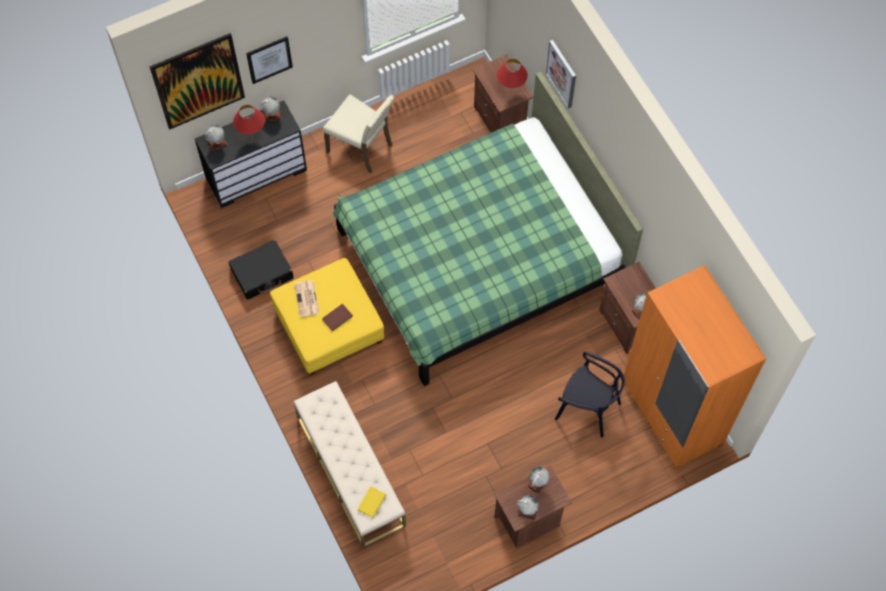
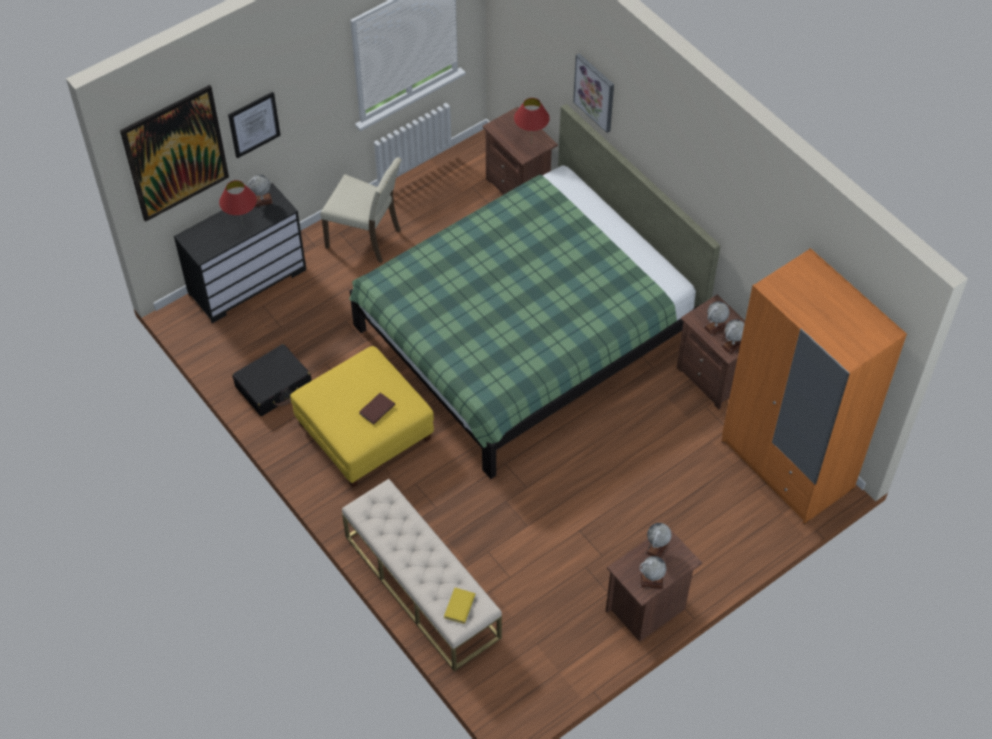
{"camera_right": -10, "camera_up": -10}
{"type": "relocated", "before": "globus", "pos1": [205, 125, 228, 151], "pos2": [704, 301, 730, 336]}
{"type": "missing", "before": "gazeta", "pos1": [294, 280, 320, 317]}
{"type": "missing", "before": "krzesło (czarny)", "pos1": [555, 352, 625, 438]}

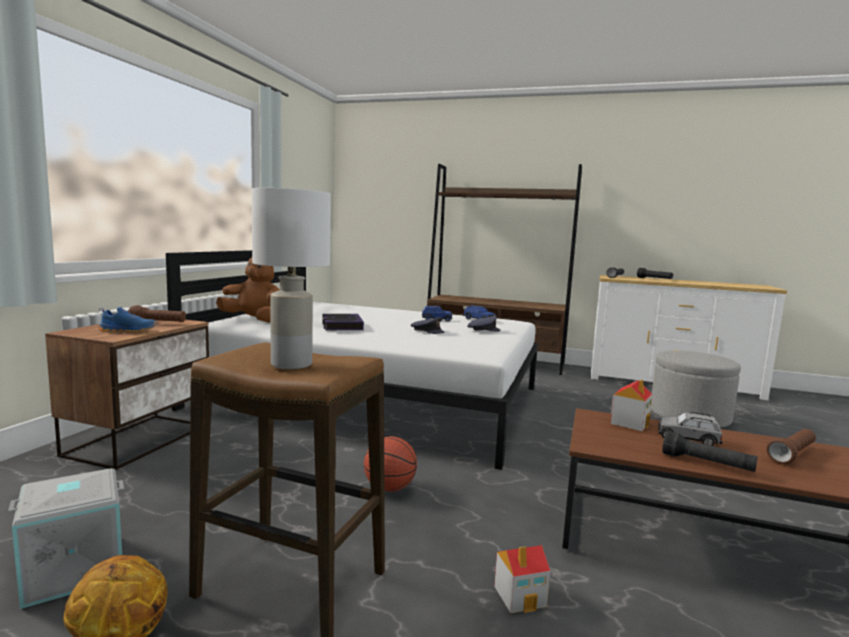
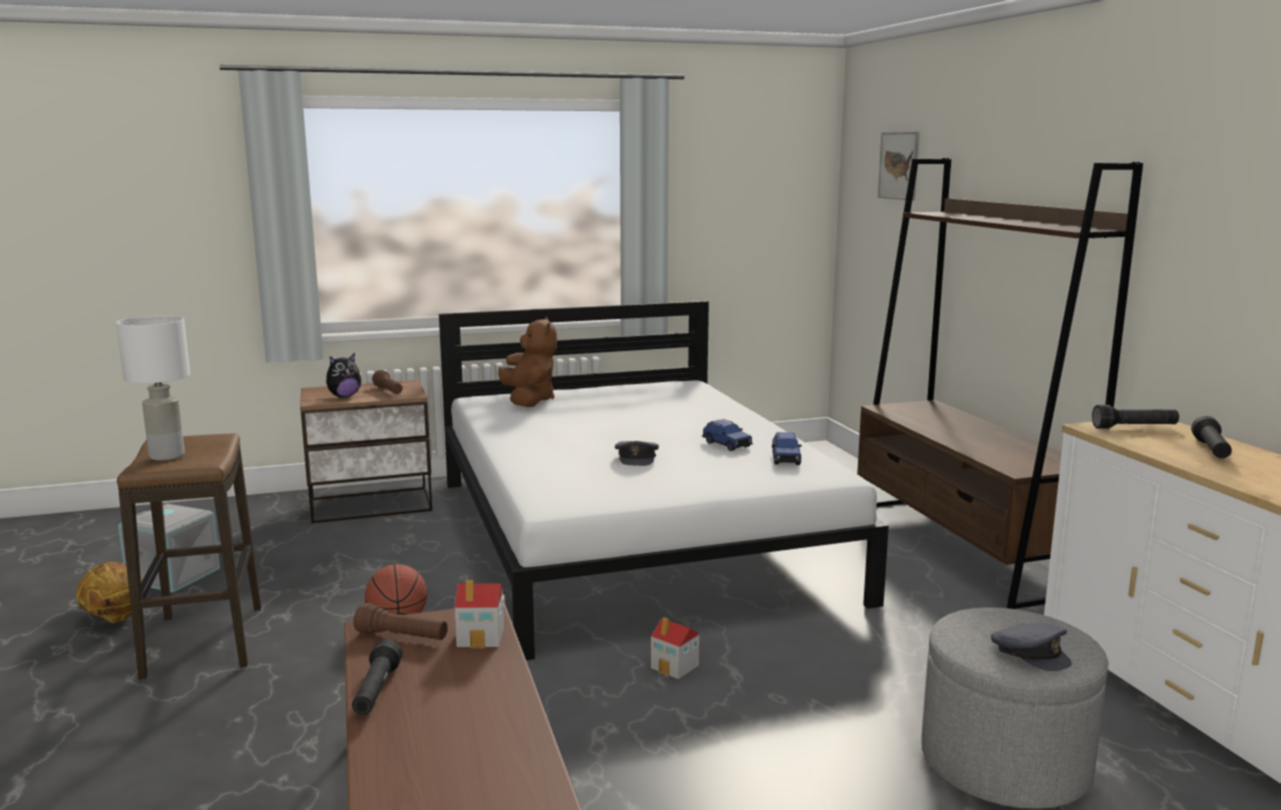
{"camera_right": 55, "camera_up": 5}
{"type": "exchanged", "before": "but (niebieski)", "after": "pluszak", "pos1": [99, 307, 157, 333], "pos2": [326, 353, 361, 398]}
{"type": "relocated", "before": "latarka (brązowy)", "pos1": [766, 429, 816, 464], "pos2": [353, 603, 448, 640]}
{"type": "relocated", "before": "domek", "pos1": [494, 545, 550, 613], "pos2": [651, 617, 700, 679]}
{"type": "appeared", "after": "obraz", "pos2": [878, 132, 920, 201]}
{"type": "relocated", "before": "czapka z daszkiem (szary)", "pos1": [467, 315, 500, 332], "pos2": [991, 623, 1071, 671]}
{"type": "missing", "before": "książka", "pos1": [322, 314, 364, 330]}
{"type": "missing", "before": "samochodzik (szary)", "pos1": [659, 412, 722, 446]}

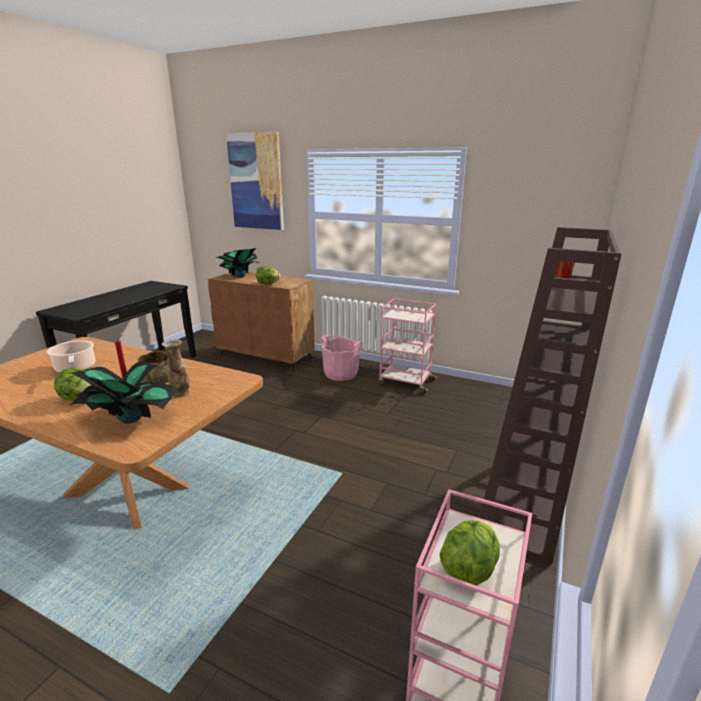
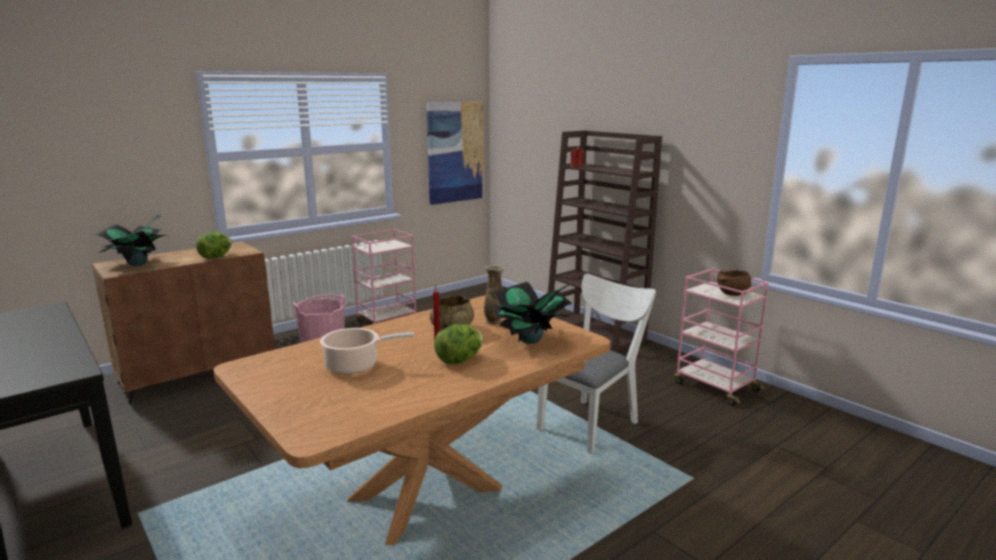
{"camera_right": -65, "camera_up": -5}
{"type": "relocated", "before": "obraz", "pos1": [226, 132, 284, 230], "pos2": [426, 101, 484, 205]}
{"type": "appeared", "after": "krzesło (biały)", "pos2": [536, 274, 656, 454]}
{"type": "exchanged", "before": "sałata", "after": "miska (brązowy)", "pos1": [440, 520, 500, 585], "pos2": [717, 270, 751, 296]}

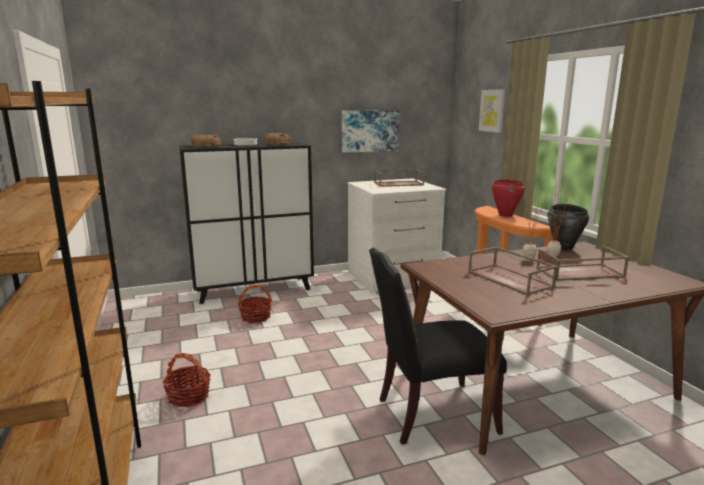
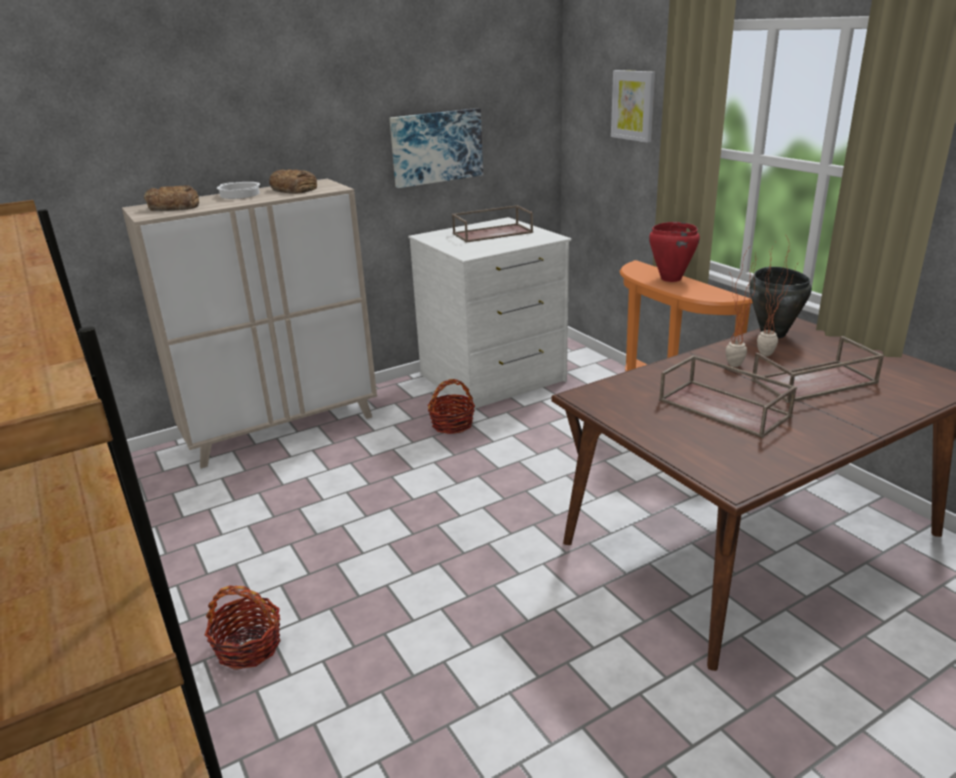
{"camera_right": -10, "camera_up": 10}
{"type": "colour", "before": "szafka (czarny)", "after": "szafka (beżowy)", "pos1": [179, 142, 314, 304], "pos2": [122, 179, 377, 468]}
{"type": "relocated", "before": "koszyk", "pos1": [237, 284, 273, 323], "pos2": [428, 379, 475, 434]}
{"type": "missing", "before": "krzesło (czarny)", "pos1": [369, 248, 507, 445]}

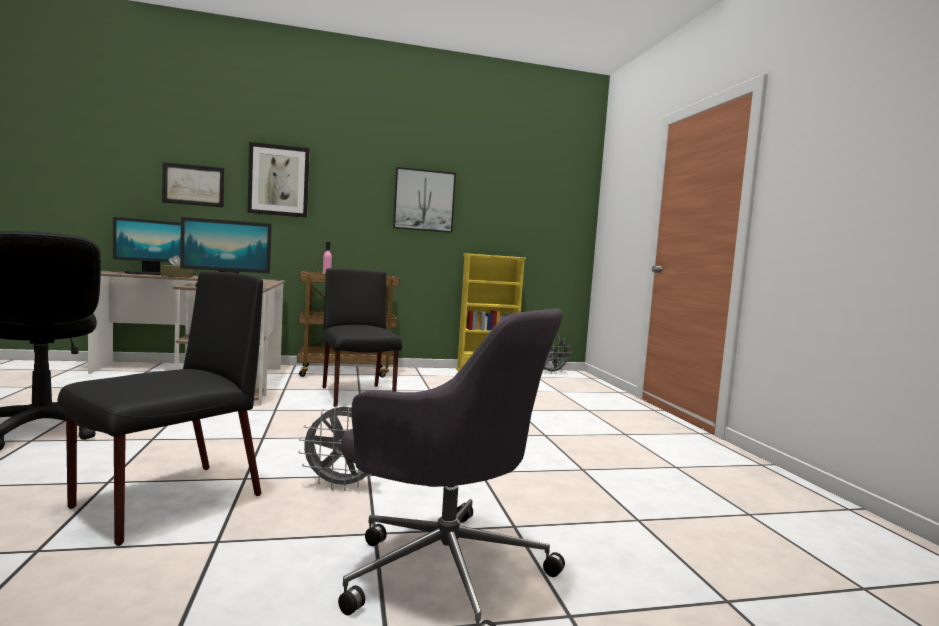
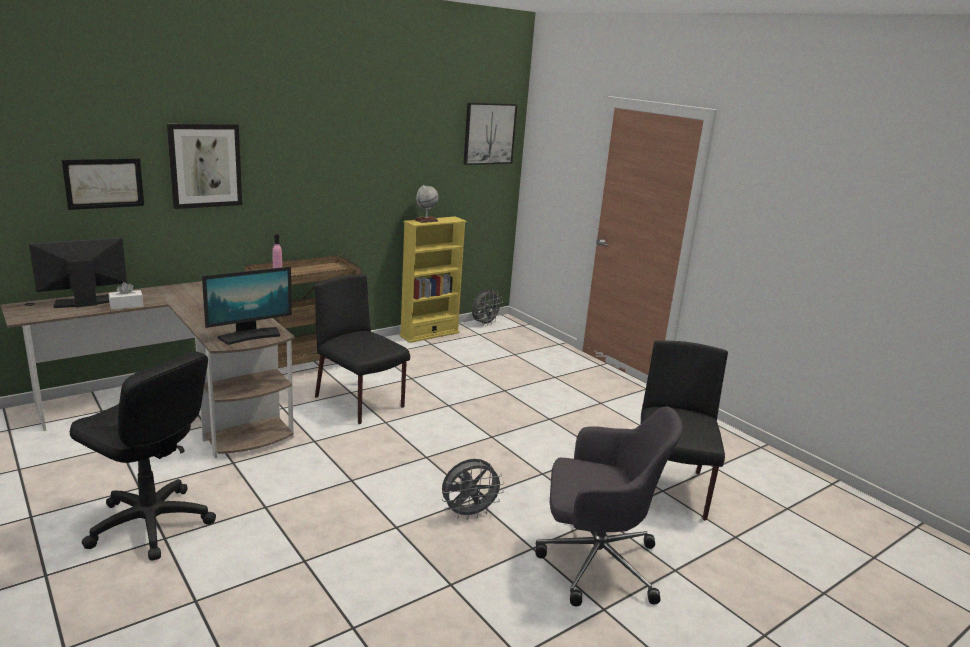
{"camera_right": -25, "camera_up": 15}
{"type": "spun", "before": "monitor", "pos1": [113, 217, 181, 275], "pos2": [29, 237, 127, 308], "turn": -150}
{"type": "colour", "before": "pudełko chusteczek (brązowy)", "after": "pudełko chusteczek (biały)", "pos1": [161, 255, 193, 278], "pos2": [109, 282, 143, 310]}
{"type": "appeared", "after": "globus", "pos2": [415, 185, 439, 223]}
{"type": "relocated", "before": "obraz", "pos1": [393, 167, 456, 233], "pos2": [464, 103, 517, 165]}
{"type": "relocated", "before": "krzesło (czarny)", "pos1": [57, 271, 263, 546], "pos2": [641, 340, 728, 520]}

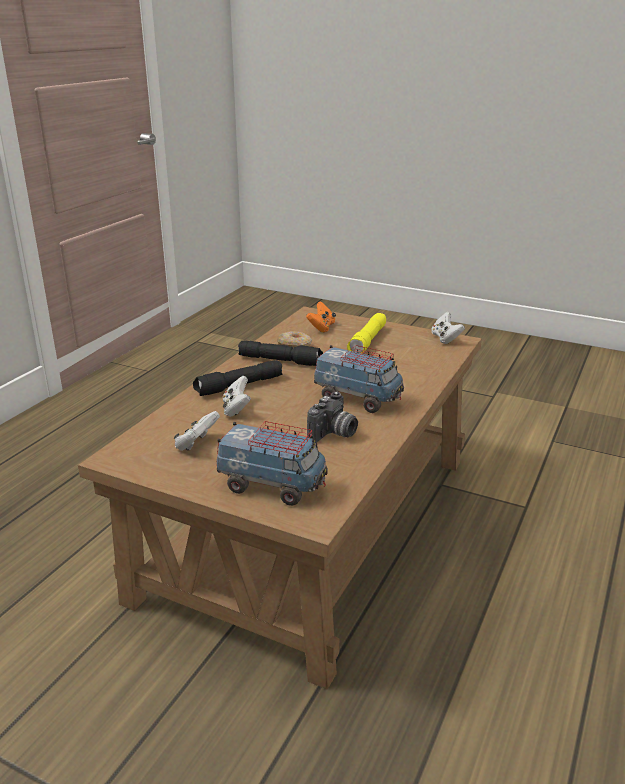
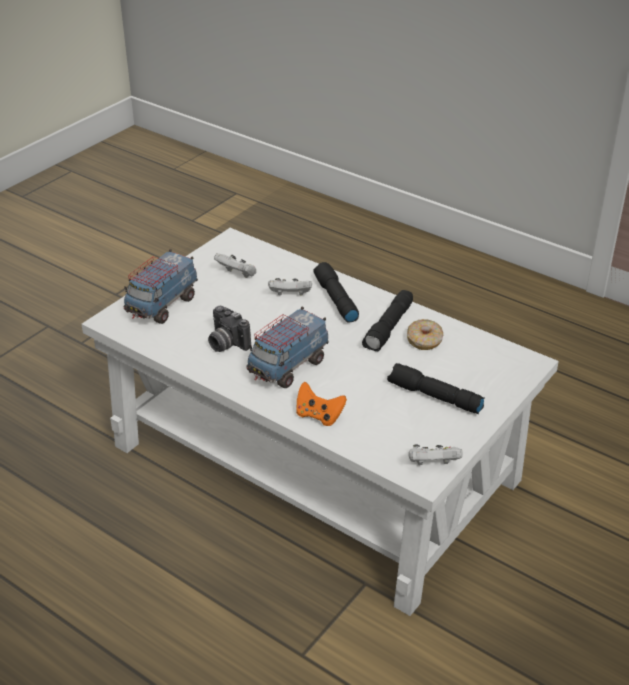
{"camera_right": 100, "camera_up": 10}
{"type": "colour", "before": "ława (brązowy)", "after": "ława (biały)", "pos1": [78, 306, 482, 690], "pos2": [81, 228, 559, 616]}
{"type": "relocated", "before": "pad do gier (pomarańczowy)", "pos1": [306, 301, 336, 332], "pos2": [296, 382, 347, 426]}
{"type": "colour", "before": "latarka (żółty)", "after": "latarka (czarny)", "pos1": [347, 313, 386, 353], "pos2": [387, 363, 485, 414]}

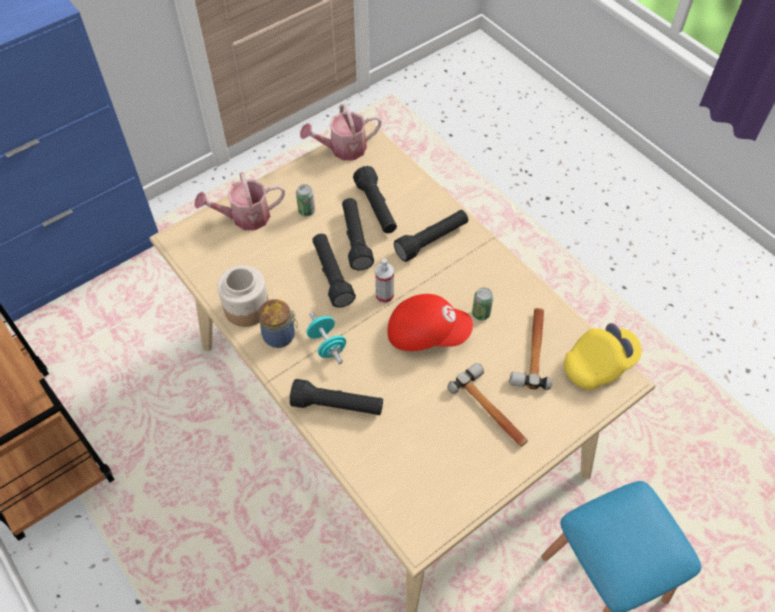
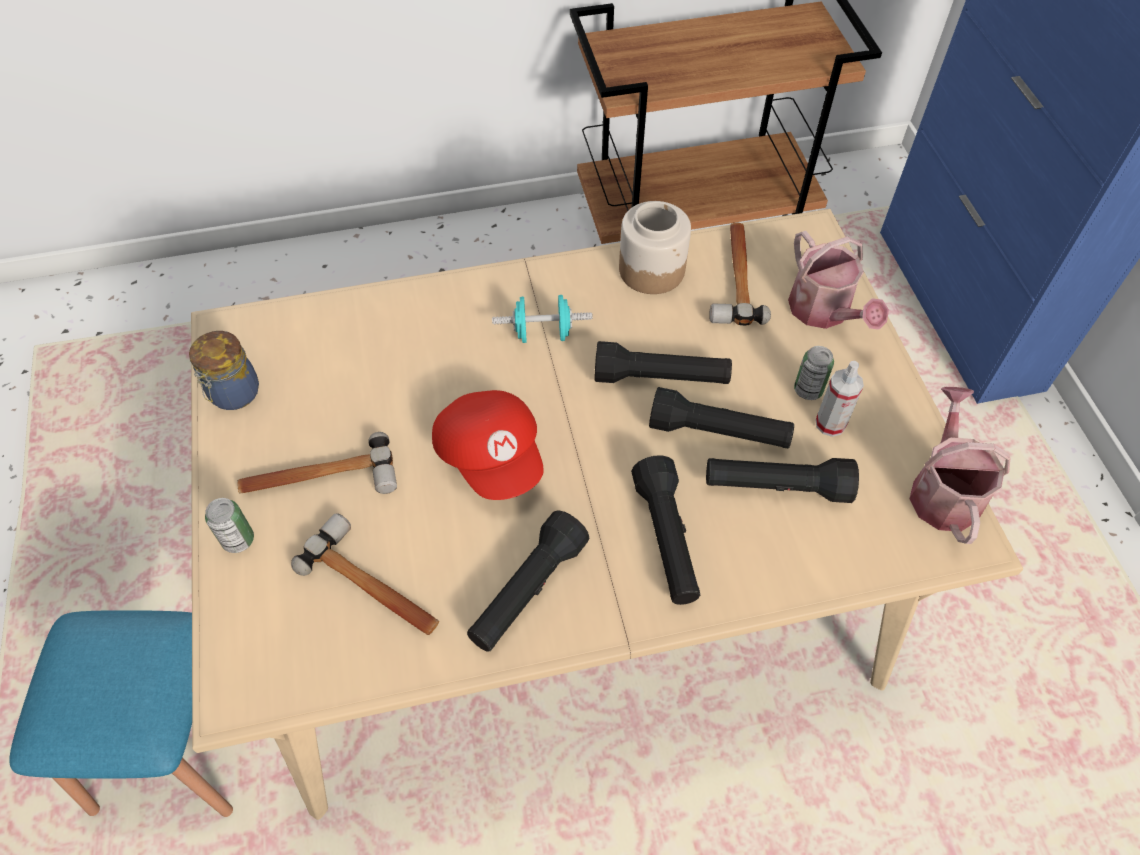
{"camera_right": 115, "camera_up": 0}
{"type": "relocated", "before": "słoik", "pos1": [259, 299, 298, 348], "pos2": [189, 331, 259, 410]}
{"type": "relocated", "before": "puszka", "pos1": [472, 288, 493, 320], "pos2": [205, 498, 254, 553]}
{"type": "spun", "before": "czapka z daszkiem (czerwony)", "pos1": [388, 294, 473, 351], "pos2": [432, 390, 544, 500], "turn": -60}
{"type": "relocated", "before": "latarka (czarny)", "pos1": [290, 379, 383, 415], "pos2": [467, 510, 590, 651]}
{"type": "appeared", "after": "młotek", "pos2": [709, 223, 771, 326]}
{"type": "spun", "before": "konewka", "pos1": [194, 172, 285, 230], "pos2": [788, 231, 889, 330], "turn": 150}
{"type": "relocated", "before": "spryskiwacz", "pos1": [375, 259, 394, 304], "pos2": [816, 361, 864, 437]}
{"type": "missing", "before": "czapka z daszkiem (żółty)", "pos1": [564, 323, 642, 390]}

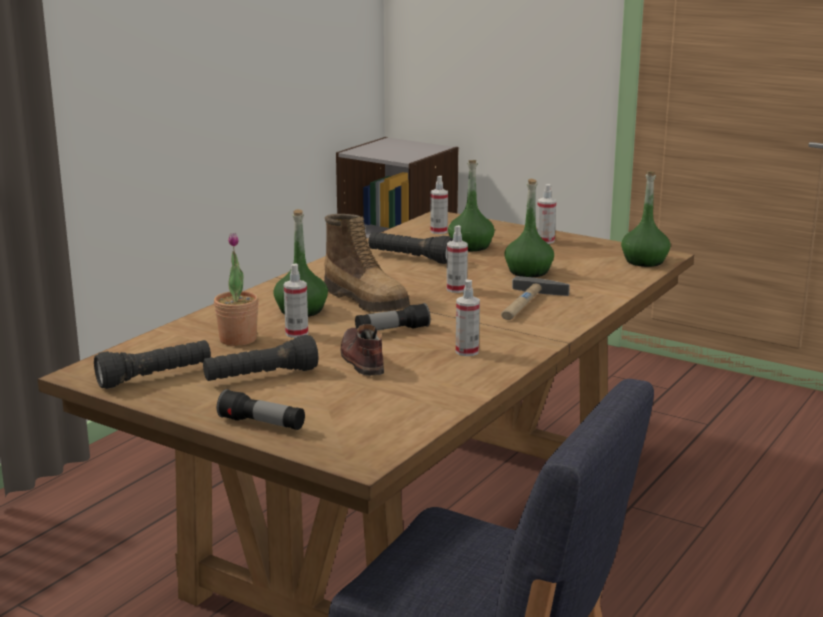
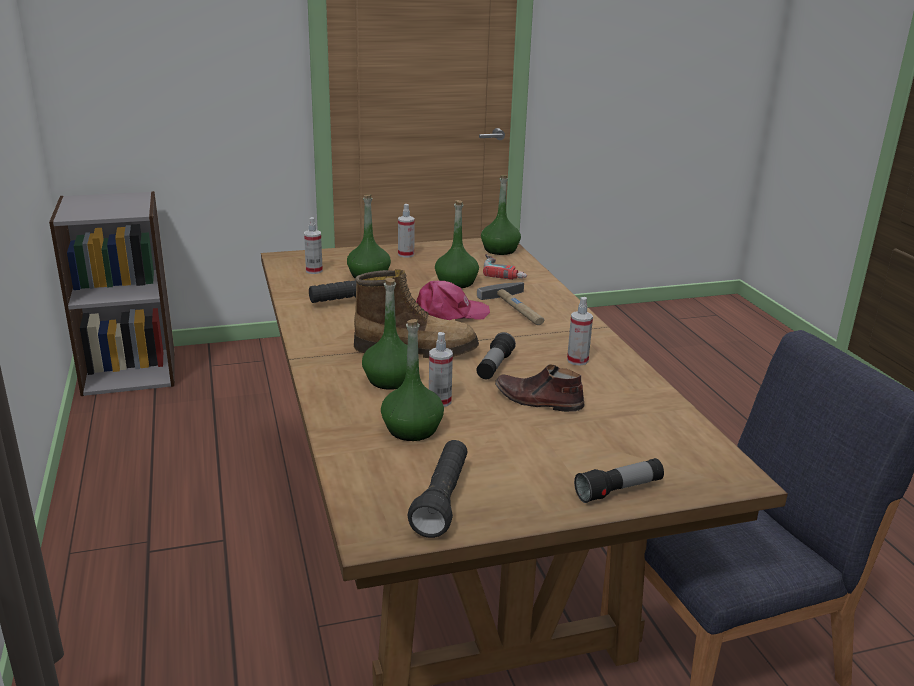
{"camera_right": -50, "camera_up": 5}
{"type": "exchanged", "before": "roślina doniczkowa", "after": "butelka (zielony)", "pos1": [214, 233, 259, 346], "pos2": [381, 319, 444, 441]}
{"type": "exchanged", "before": "spryskiwacz", "after": "czapka z daszkiem (różowy)", "pos1": [447, 225, 468, 293], "pos2": [416, 281, 490, 320]}
{"type": "appeared", "after": "wiertarka", "pos2": [483, 254, 527, 280]}
{"type": "missing", "before": "latarka (czarny)", "pos1": [203, 335, 318, 381]}

